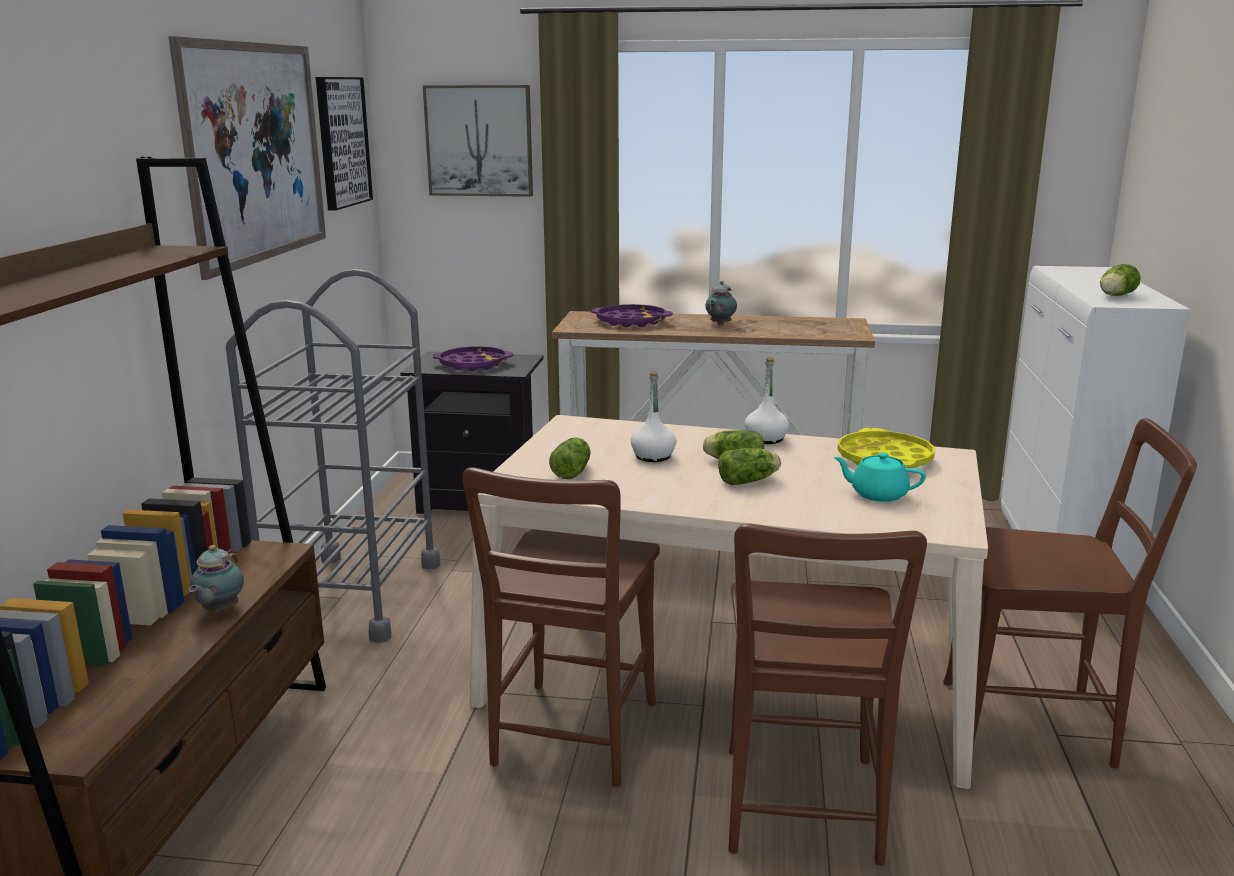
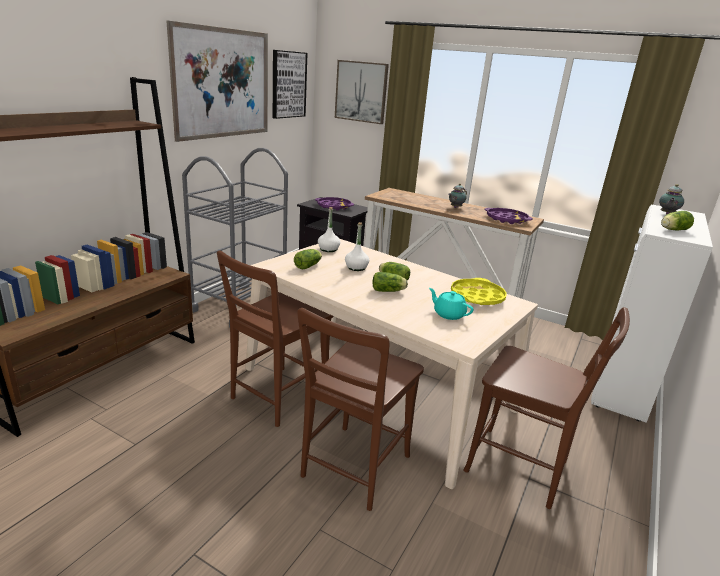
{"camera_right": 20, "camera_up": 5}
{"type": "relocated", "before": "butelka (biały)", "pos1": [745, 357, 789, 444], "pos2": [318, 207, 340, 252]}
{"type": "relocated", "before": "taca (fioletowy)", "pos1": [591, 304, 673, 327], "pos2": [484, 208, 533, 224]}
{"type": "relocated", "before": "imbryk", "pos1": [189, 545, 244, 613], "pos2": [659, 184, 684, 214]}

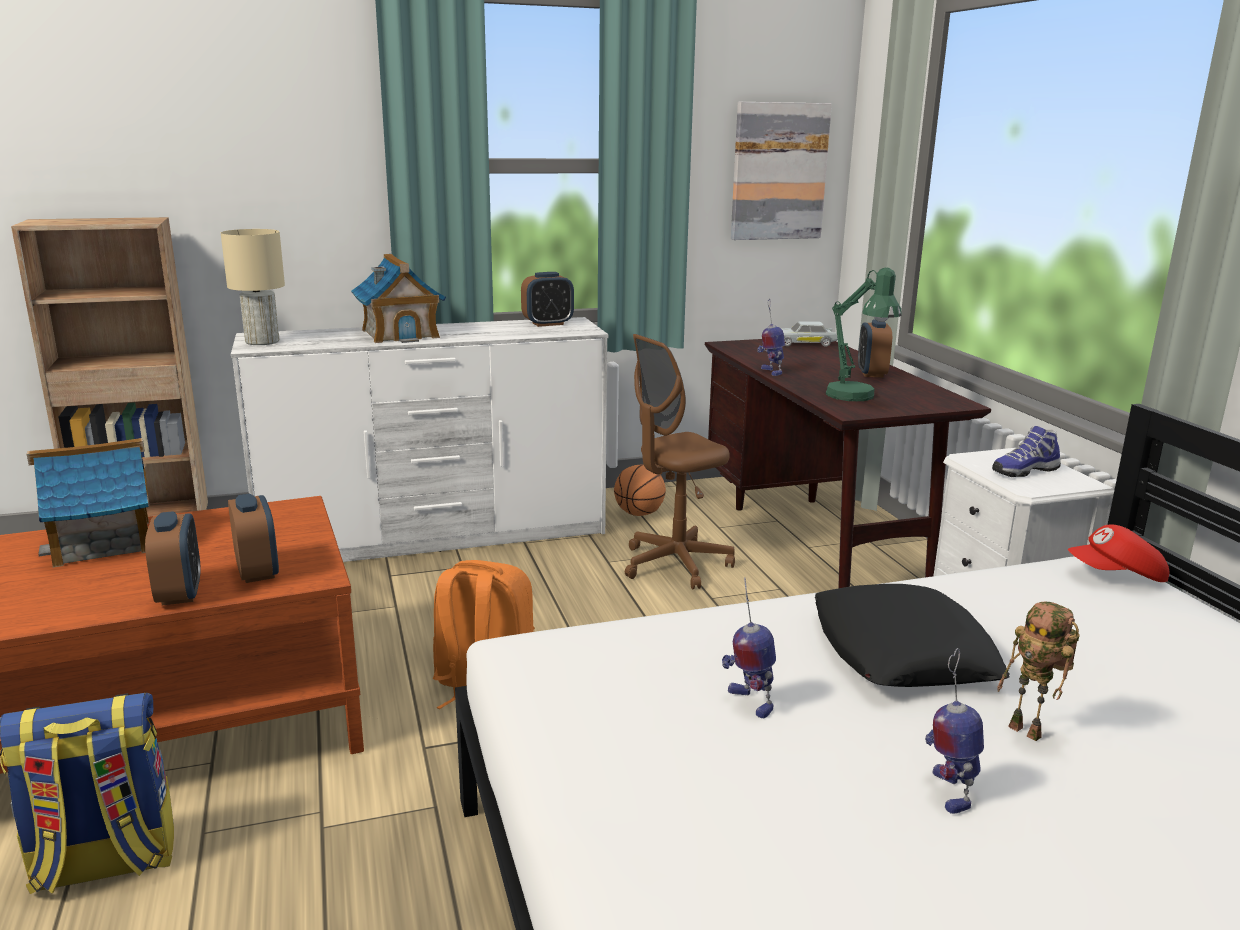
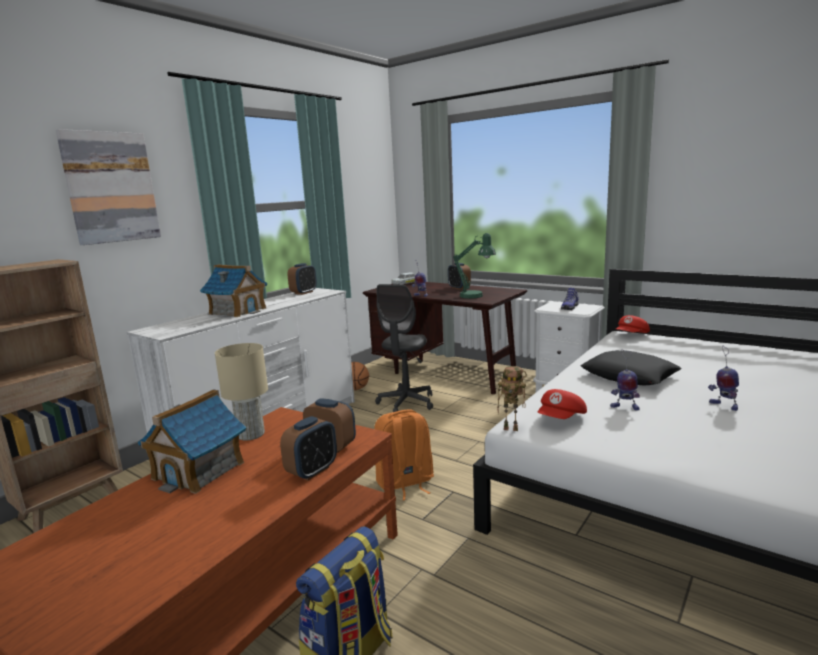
{"camera_right": -35, "camera_up": -5}
{"type": "relocated", "before": "obraz", "pos1": [731, 102, 832, 240], "pos2": [56, 129, 161, 245]}
{"type": "relocated", "before": "lampa stołowa (beżowy)", "pos1": [221, 229, 285, 345], "pos2": [215, 343, 268, 440]}
{"type": "spun", "before": "budzik", "pos1": [145, 511, 201, 605], "pos2": [280, 416, 337, 480], "turn": 90}
{"type": "colour", "before": "krzesło biurowe (brązowy)", "after": "krzesło biurowe (szary)", "pos1": [625, 334, 735, 590], "pos2": [375, 284, 433, 412]}
{"type": "relocated", "before": "robot zabawkowy", "pos1": [997, 602, 1080, 741], "pos2": [497, 366, 527, 431]}
{"type": "appeared", "after": "czapka z daszkiem (czerwony)", "pos2": [537, 389, 587, 419]}

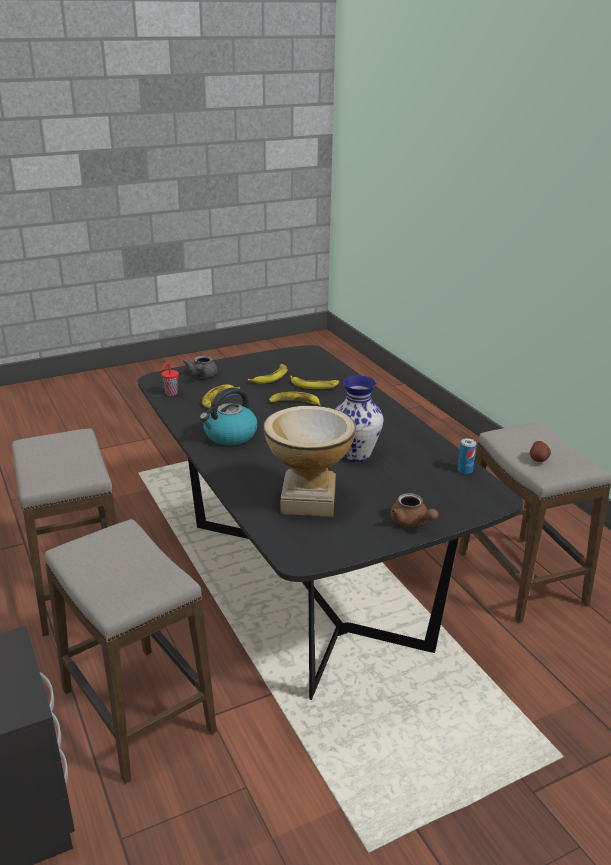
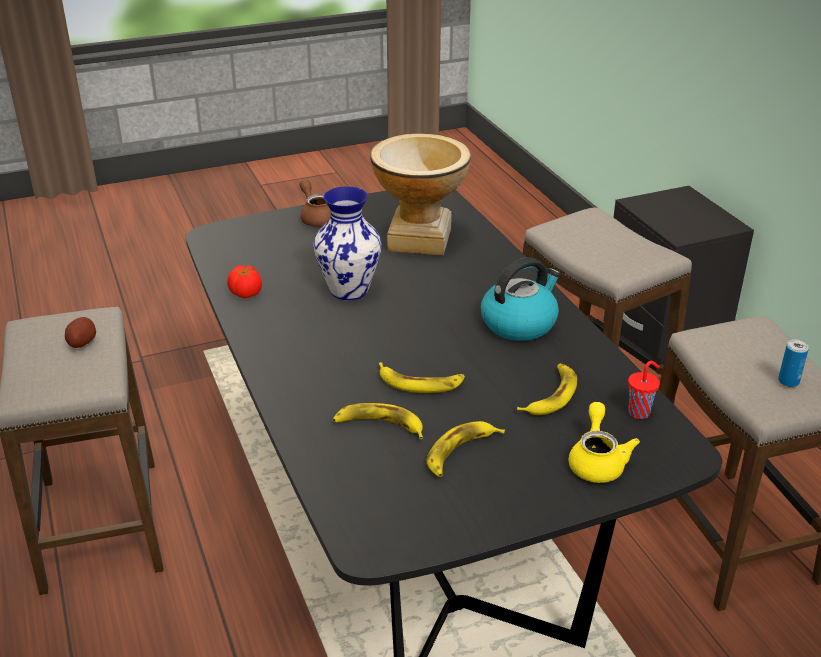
{"camera_right": -175, "camera_up": 5}
{"type": "appeared", "after": "pomidor", "pos2": [227, 265, 262, 298]}
{"type": "colour", "before": "imbryk (szary)", "after": "imbryk (żółty)", "pos1": [183, 355, 218, 378], "pos2": [569, 402, 640, 483]}
{"type": "relocated", "before": "puszka", "pos1": [458, 438, 476, 474], "pos2": [778, 339, 809, 387]}

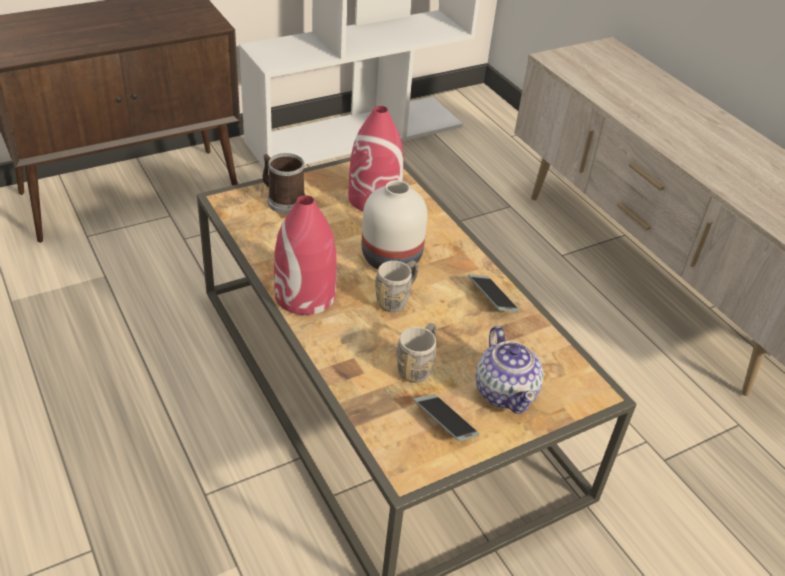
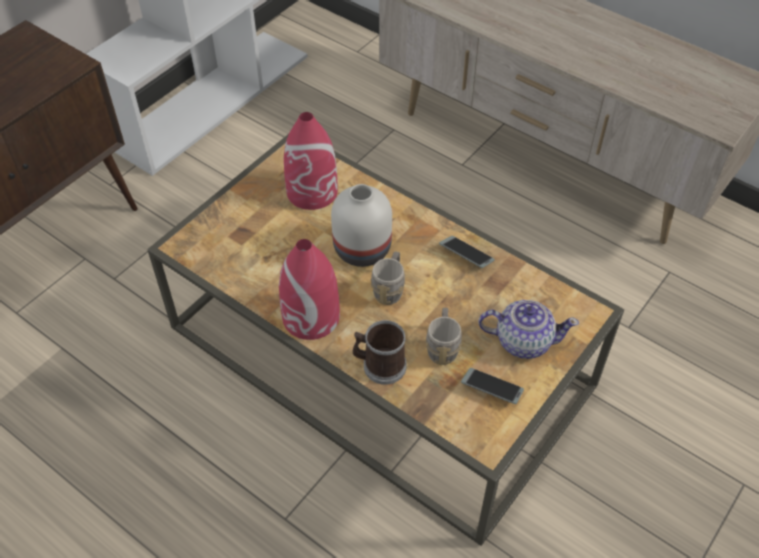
{"camera_right": -20, "camera_up": 10}
{"type": "relocated", "before": "kubek", "pos1": [263, 153, 306, 214], "pos2": [353, 320, 407, 385]}
{"type": "spun", "before": "imbryk", "pos1": [476, 326, 544, 414], "pos2": [478, 300, 579, 359], "turn": -45}

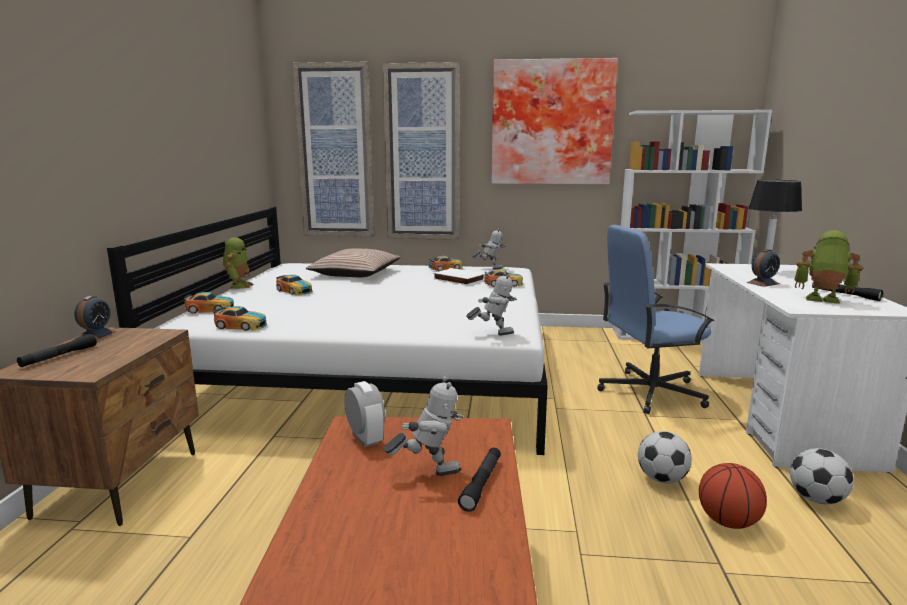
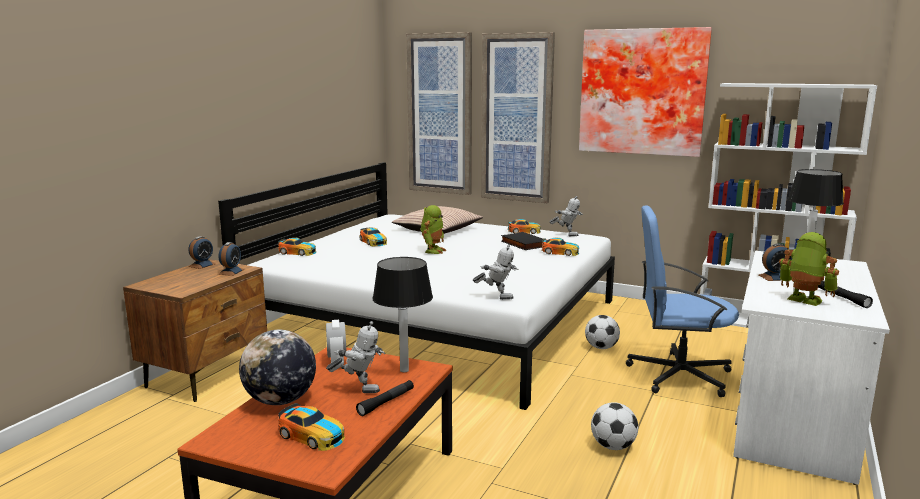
{"camera_right": 20, "camera_up": 0}
{"type": "appeared", "after": "budzik", "pos2": [218, 242, 245, 276]}
{"type": "appeared", "after": "globus", "pos2": [239, 330, 316, 405]}
{"type": "relocated", "before": "samochodzik", "pos1": [213, 306, 267, 331], "pos2": [278, 403, 345, 451]}
{"type": "appeared", "after": "lampa stołowa", "pos2": [372, 257, 433, 372]}
{"type": "relocated", "before": "robot zabawkowy", "pos1": [223, 237, 254, 289], "pos2": [421, 205, 447, 254]}
{"type": "colour", "before": "książka (biały)", "after": "książka (czarny)", "pos1": [433, 268, 485, 285], "pos2": [501, 232, 543, 250]}
{"type": "relocated", "before": "piłka futbolowa", "pos1": [790, 448, 854, 504], "pos2": [585, 315, 620, 349]}
{"type": "missing", "before": "latarka (czarny)", "pos1": [17, 334, 97, 367]}
{"type": "missing", "before": "piłka do koszykówki", "pos1": [699, 463, 767, 529]}

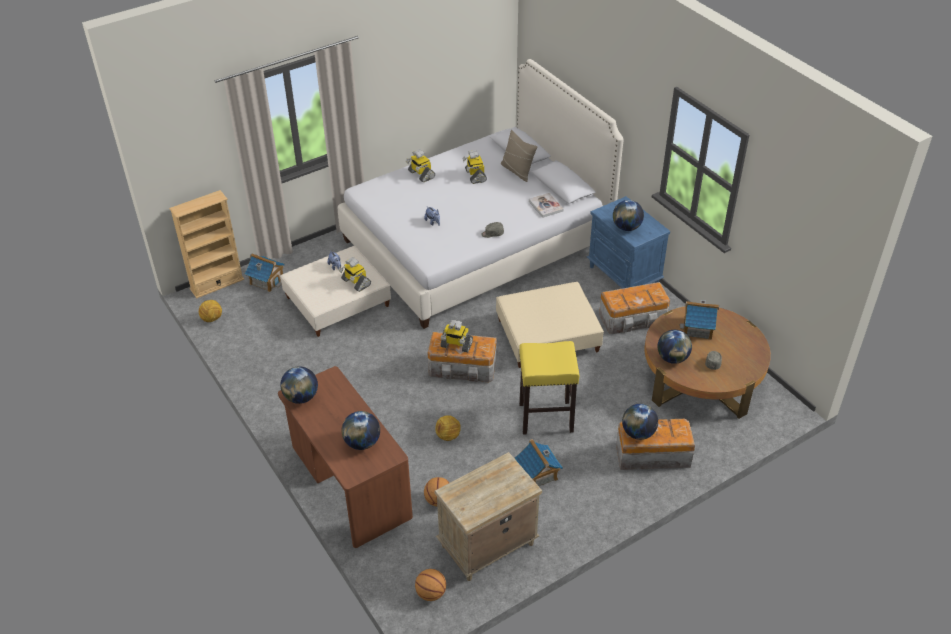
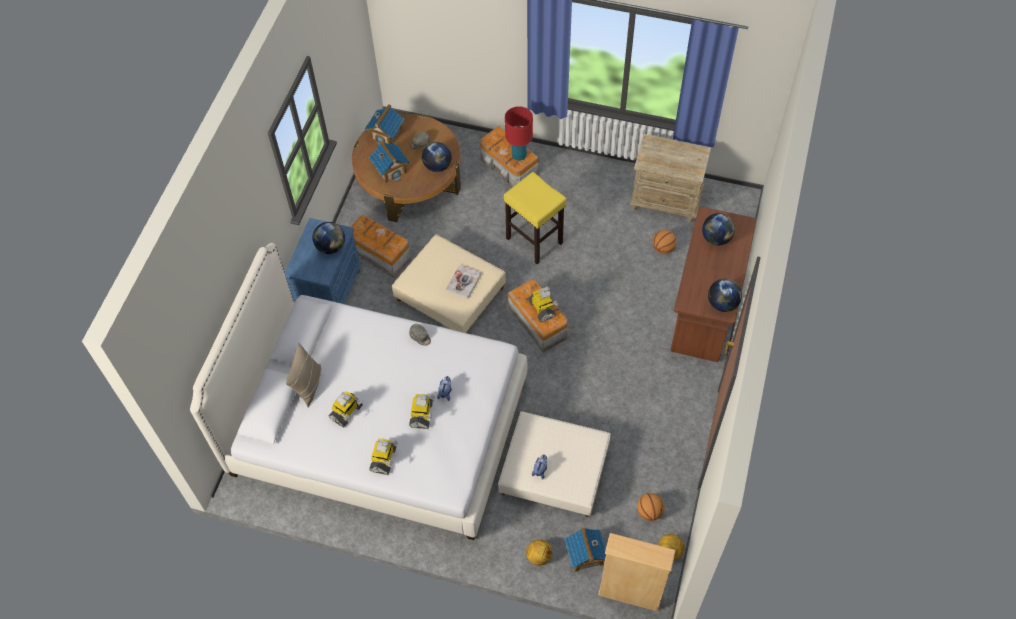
{"camera_right": -130, "camera_up": 15}
{"type": "relocated", "before": "domek", "pos1": [515, 439, 563, 486], "pos2": [365, 104, 404, 145]}
{"type": "relocated", "before": "robot zabawkowy", "pos1": [338, 257, 371, 292], "pos2": [409, 394, 435, 429]}
{"type": "relocated", "before": "książka", "pos1": [529, 193, 564, 218], "pos2": [446, 265, 481, 299]}
{"type": "exchanged", "before": "globus", "after": "lampa stołowa (czerwony)", "pos1": [622, 404, 658, 440], "pos2": [505, 106, 533, 161]}
{"type": "relocated", "before": "piłka futbolowa", "pos1": [435, 416, 461, 441], "pos2": [526, 539, 552, 565]}
{"type": "relocated", "before": "piłka do koszykówki", "pos1": [415, 569, 446, 601], "pos2": [637, 493, 664, 521]}

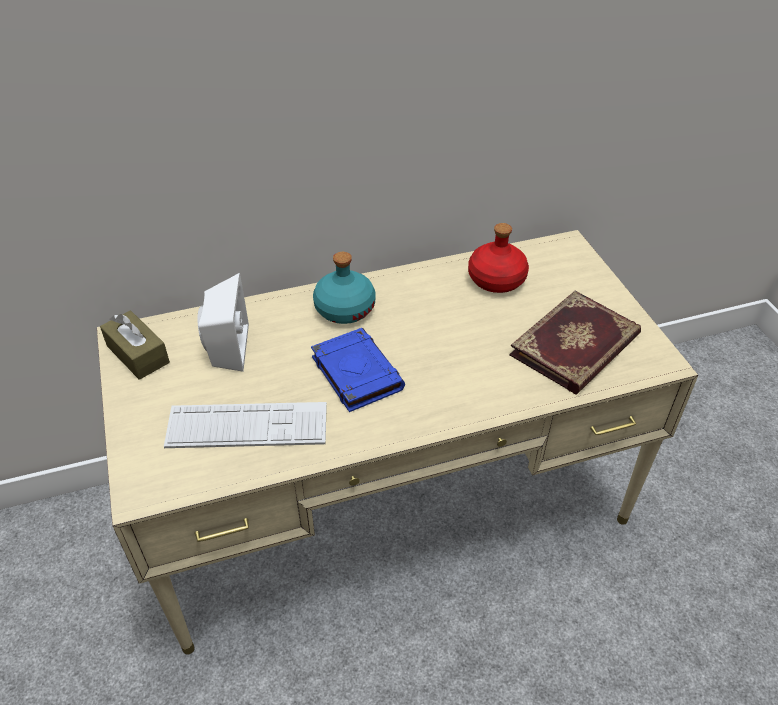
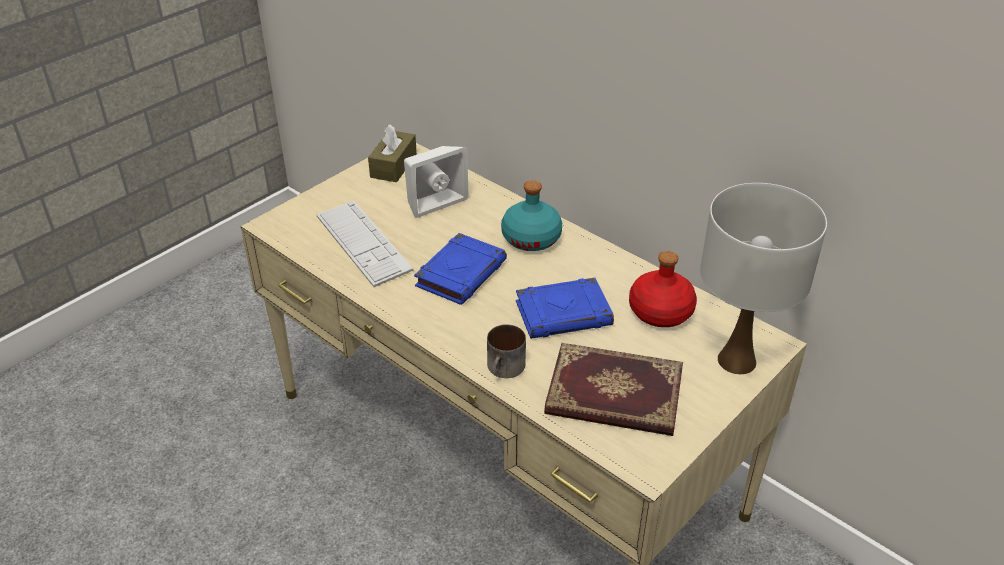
{"camera_right": 60, "camera_up": -5}
{"type": "appeared", "after": "kubek", "pos2": [487, 324, 526, 378]}
{"type": "appeared", "after": "książka (niebieski)", "pos2": [516, 277, 614, 339]}
{"type": "appeared", "after": "lampa stołowa (biały)", "pos2": [700, 183, 827, 374]}

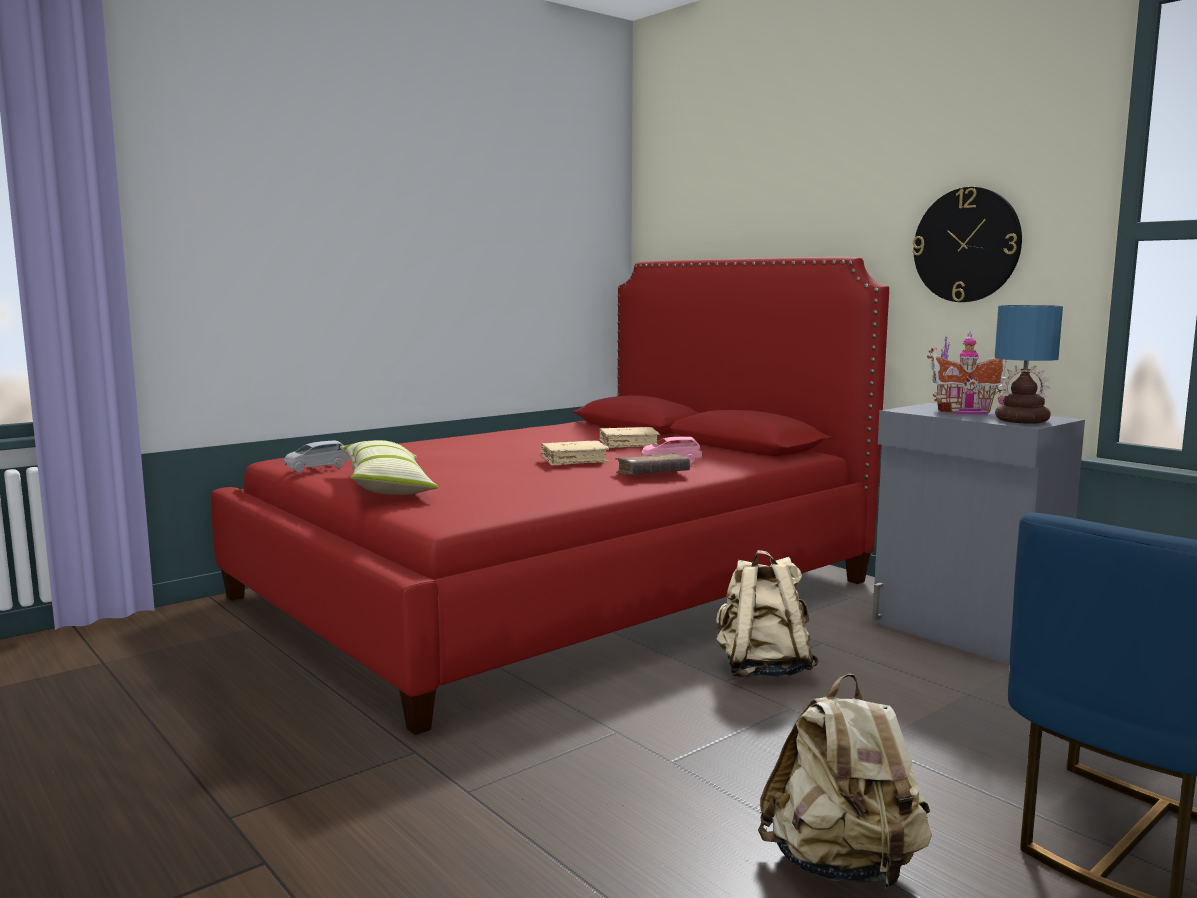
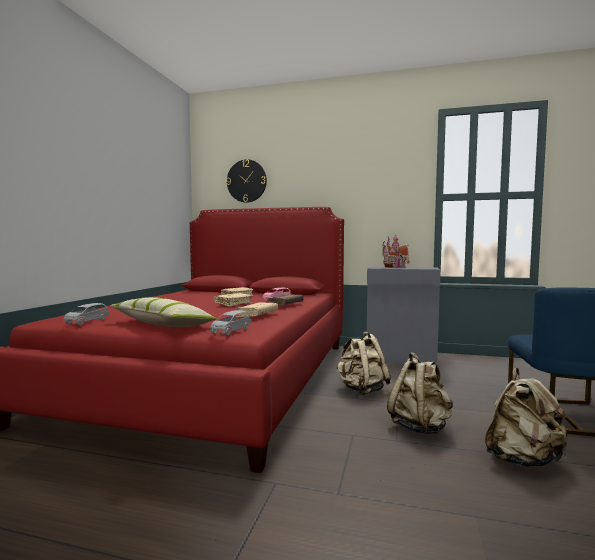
{"camera_right": -35, "camera_up": -5}
{"type": "appeared", "after": "samochodzik (szary)", "pos2": [210, 310, 251, 336]}
{"type": "relocated", "before": "zegar ścienny", "pos1": [912, 187, 1022, 302], "pos2": [226, 159, 267, 203]}
{"type": "appeared", "after": "książka (beżowy)", "pos2": [236, 302, 278, 317]}
{"type": "appeared", "after": "plecak (beżowy)", "pos2": [387, 352, 453, 434]}
{"type": "missing", "before": "lampa stołowa", "pos1": [994, 305, 1063, 424]}

